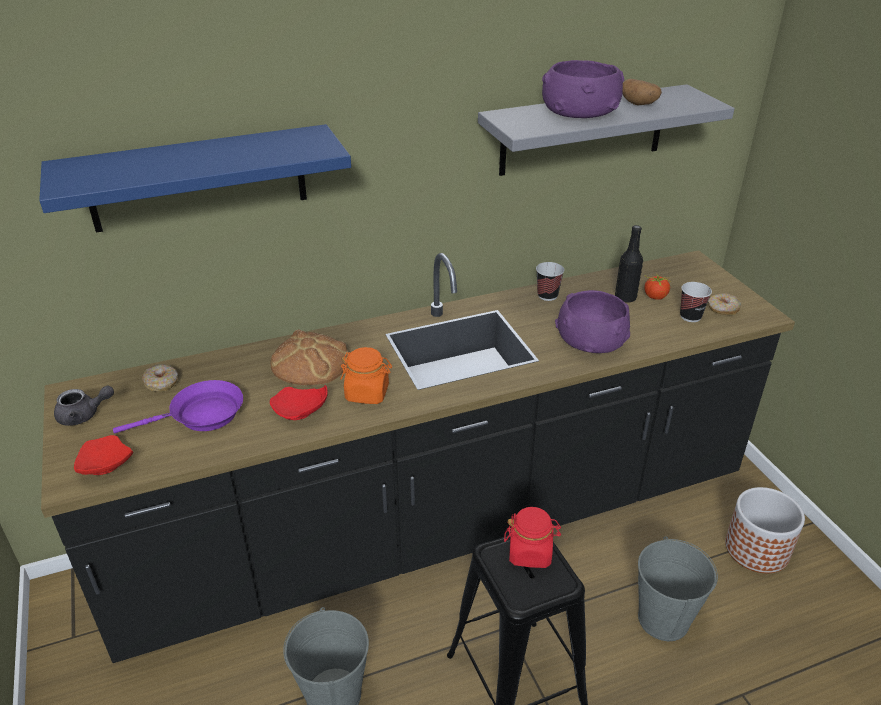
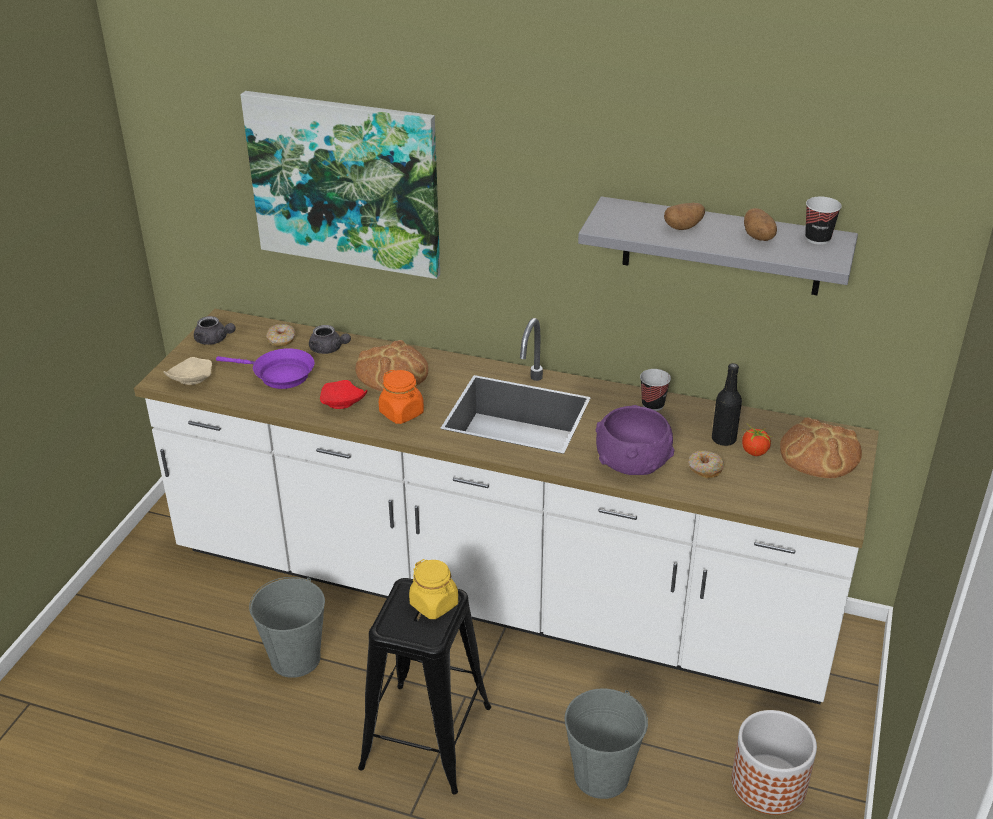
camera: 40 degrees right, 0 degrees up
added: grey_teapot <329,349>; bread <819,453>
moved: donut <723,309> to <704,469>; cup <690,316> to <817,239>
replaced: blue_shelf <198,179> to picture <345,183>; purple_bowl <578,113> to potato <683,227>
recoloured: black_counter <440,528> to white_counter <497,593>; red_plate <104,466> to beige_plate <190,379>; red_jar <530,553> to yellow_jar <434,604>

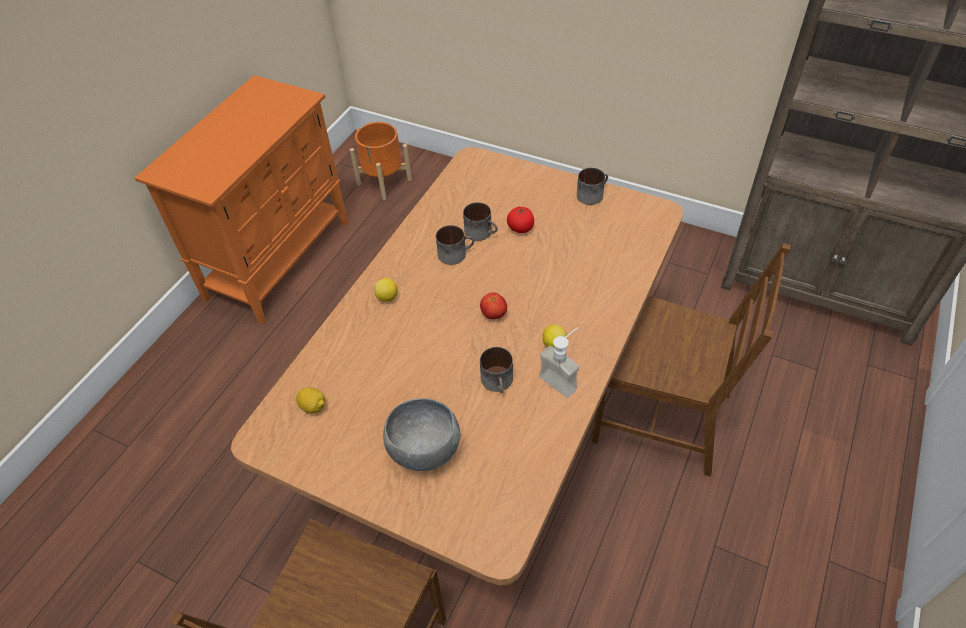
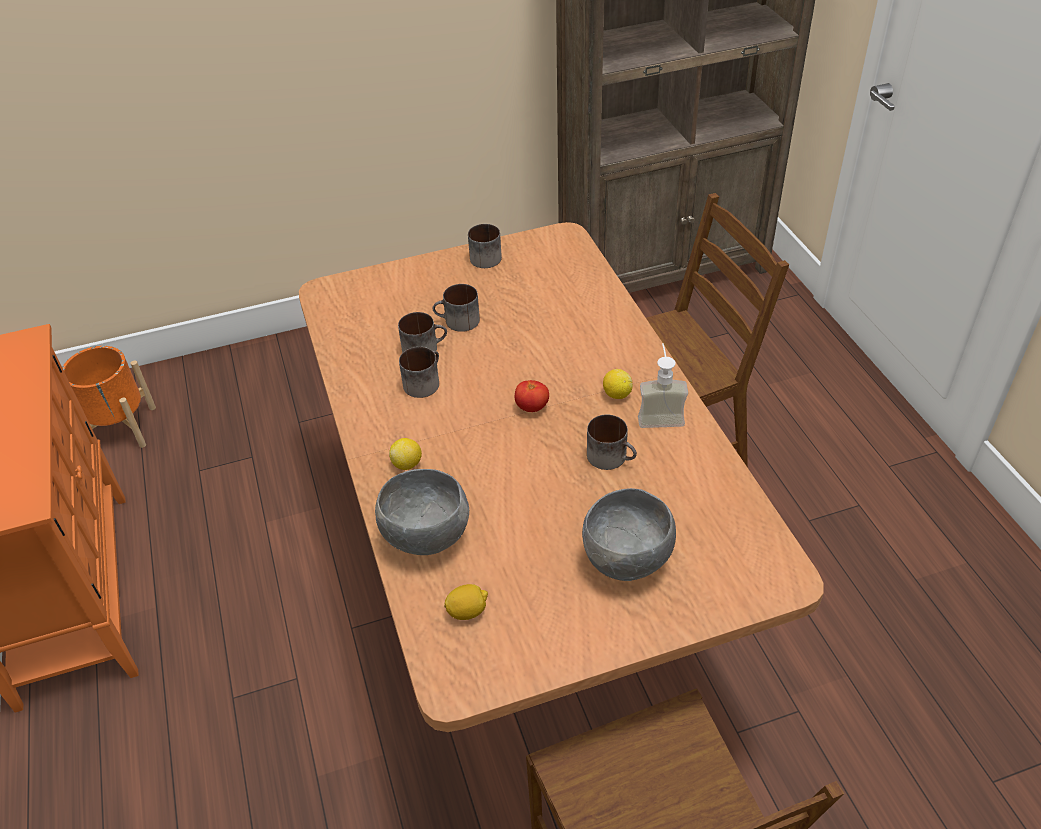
camera: 45 degrees left, 5 degrees down
added: grey_bowl <427,538>
replaced: tomato <520,228> to mug <457,322>

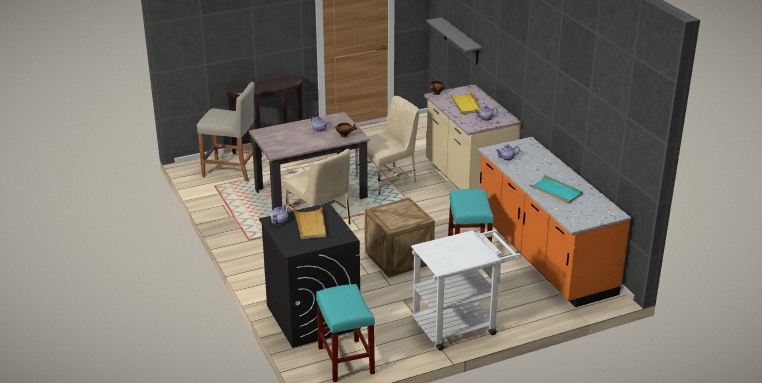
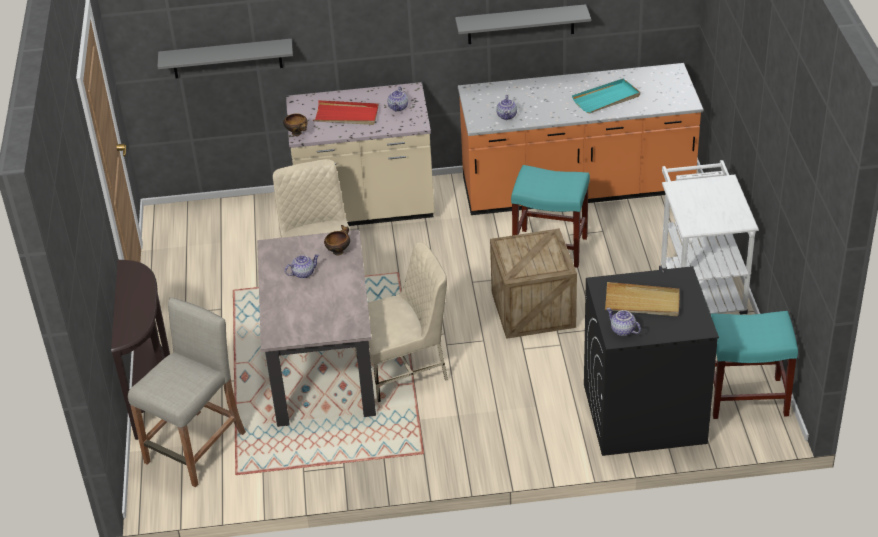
camera: 70 degrees left, 10 degrees up
added: grey_shelf <520,24>
recoloured: yellow_tray <465,104> to red_tray <346,115>

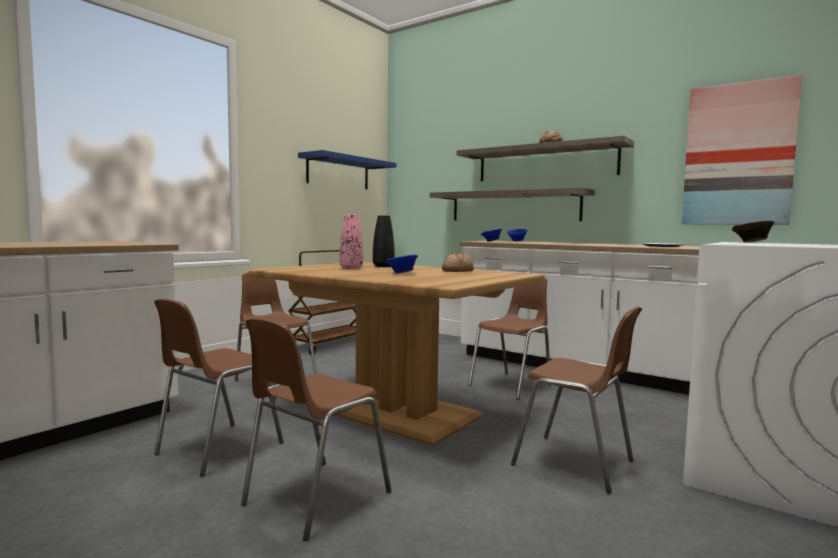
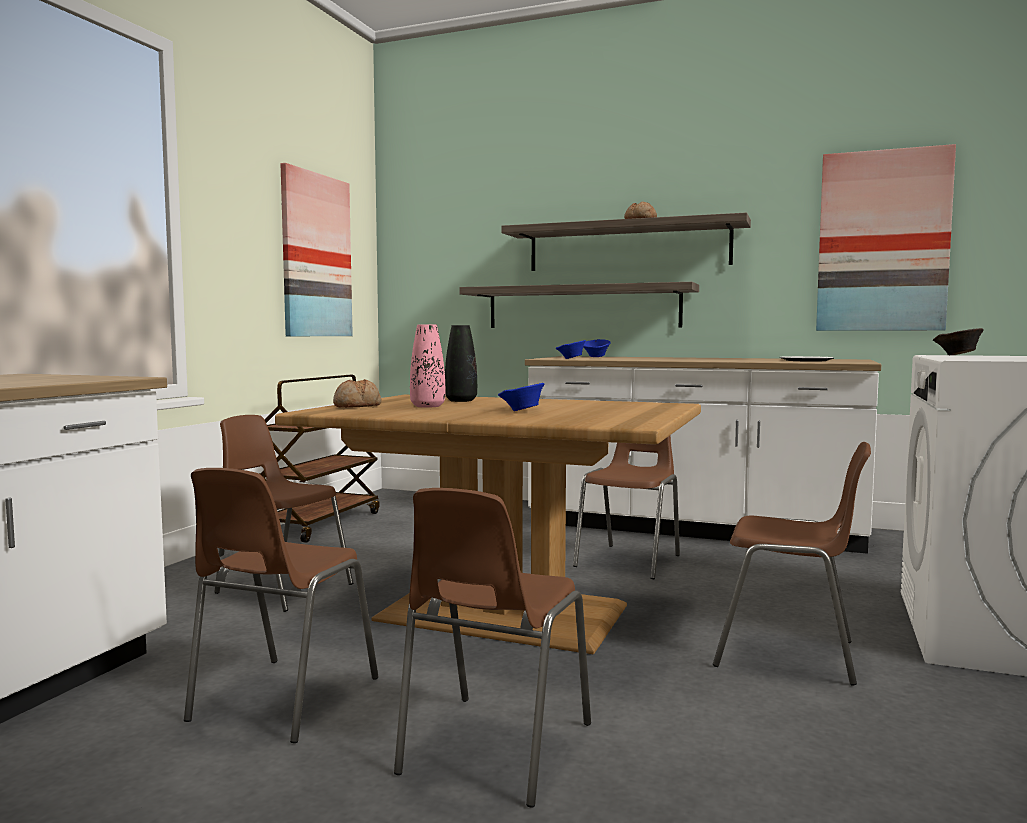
camera: 15 degrees left, 0 degrees up
moved: bread <457,271> to <357,406>
replaced: blue_shelf <338,172> to picture <316,256>

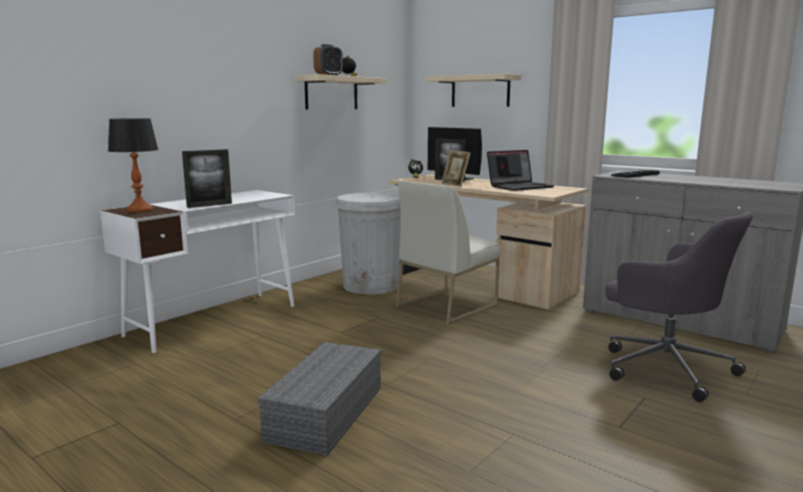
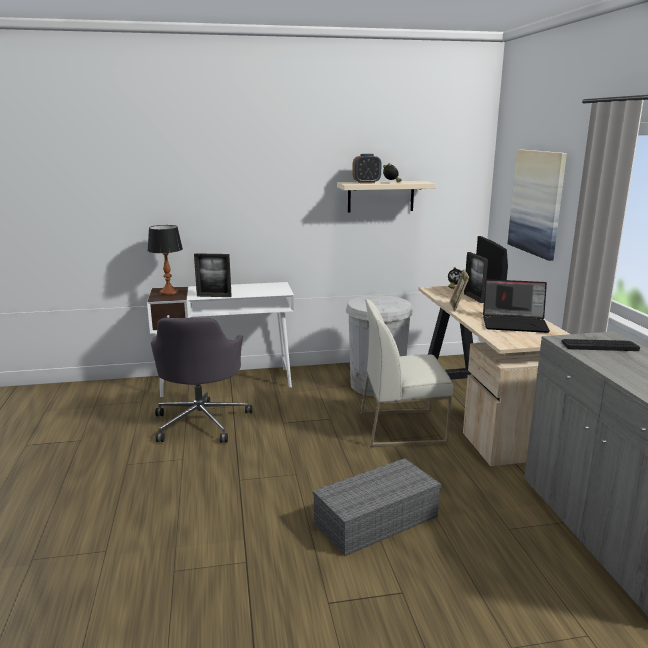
camera: 40 degrees right, 5 degrees up
moved: grey_office_chair <664,367> to <201,421>; grey_storage_box <326,411> to <377,518>
replaced: beige_shelf <480,91> to picture <537,202>

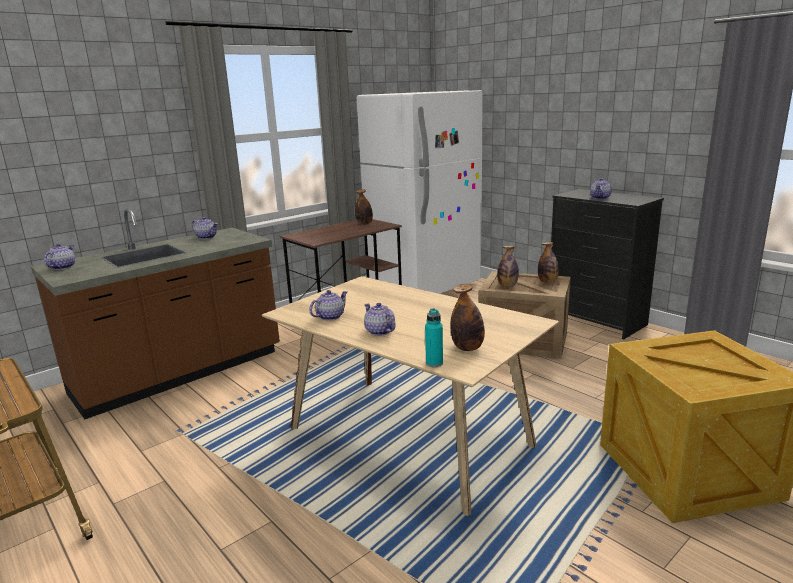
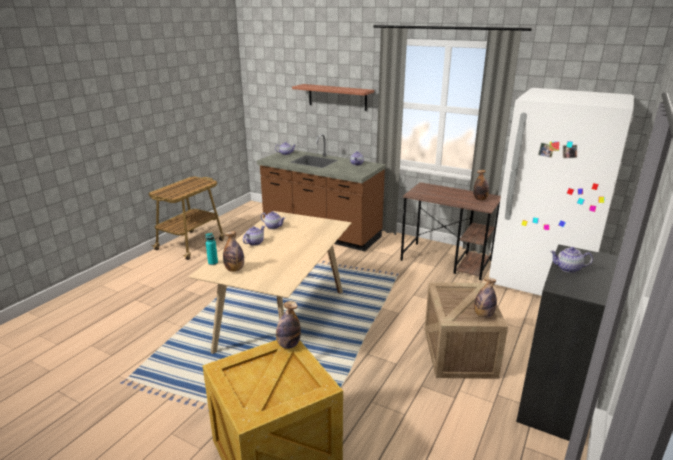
camera: 70 degrees right, 5 degrees up
added: shelf <337,97>
moved: bottle <507,286> to <288,345>

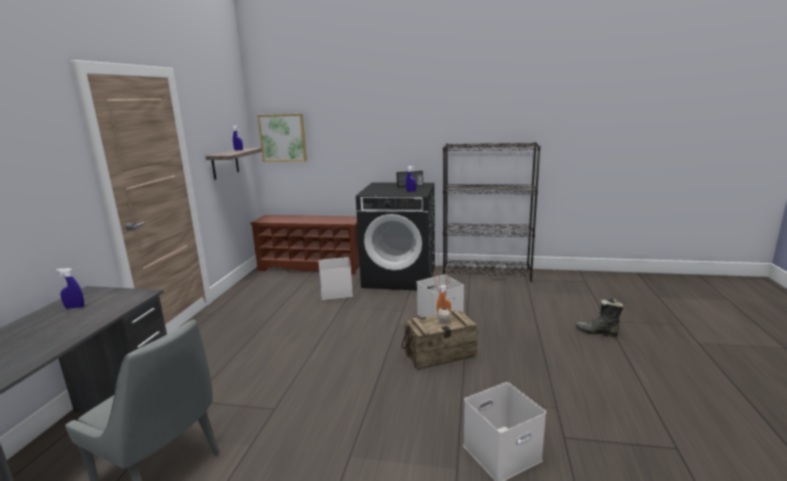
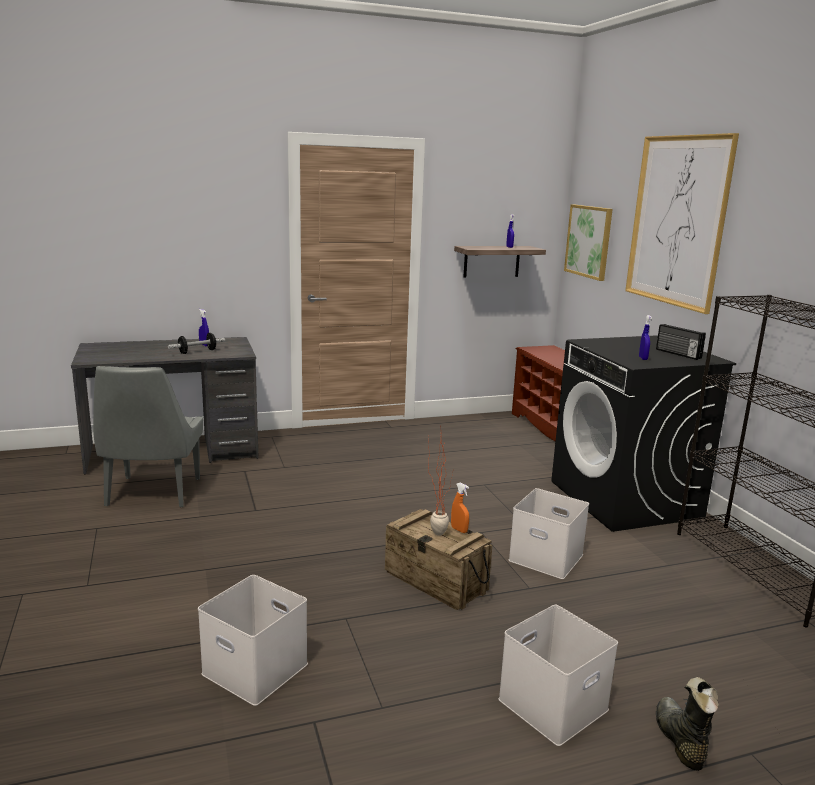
camera: 60 degrees right, 0 degrees up
added: dumbbell <197,351>; picture <677,221>
moved: white_storage_box <337,292> to <553,706>

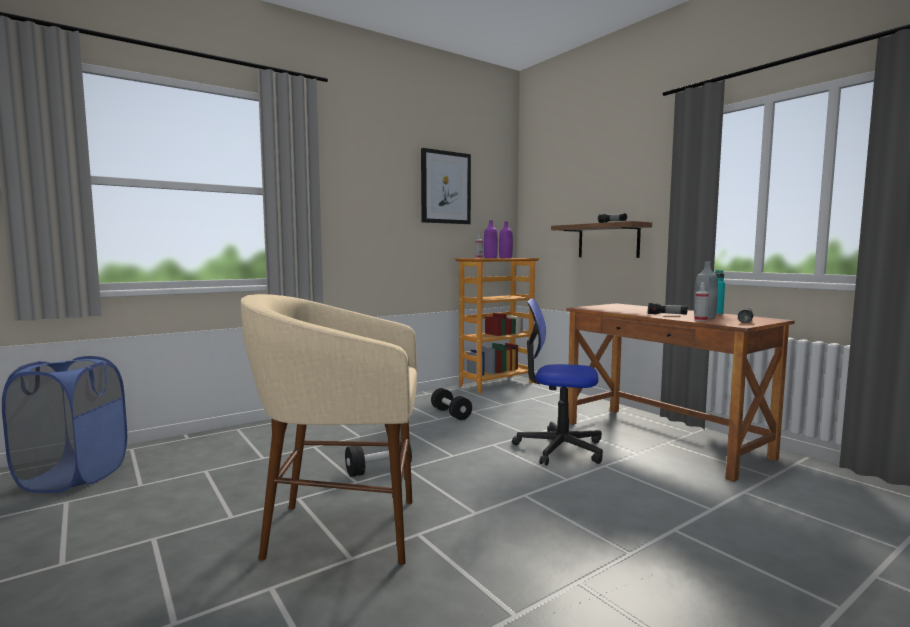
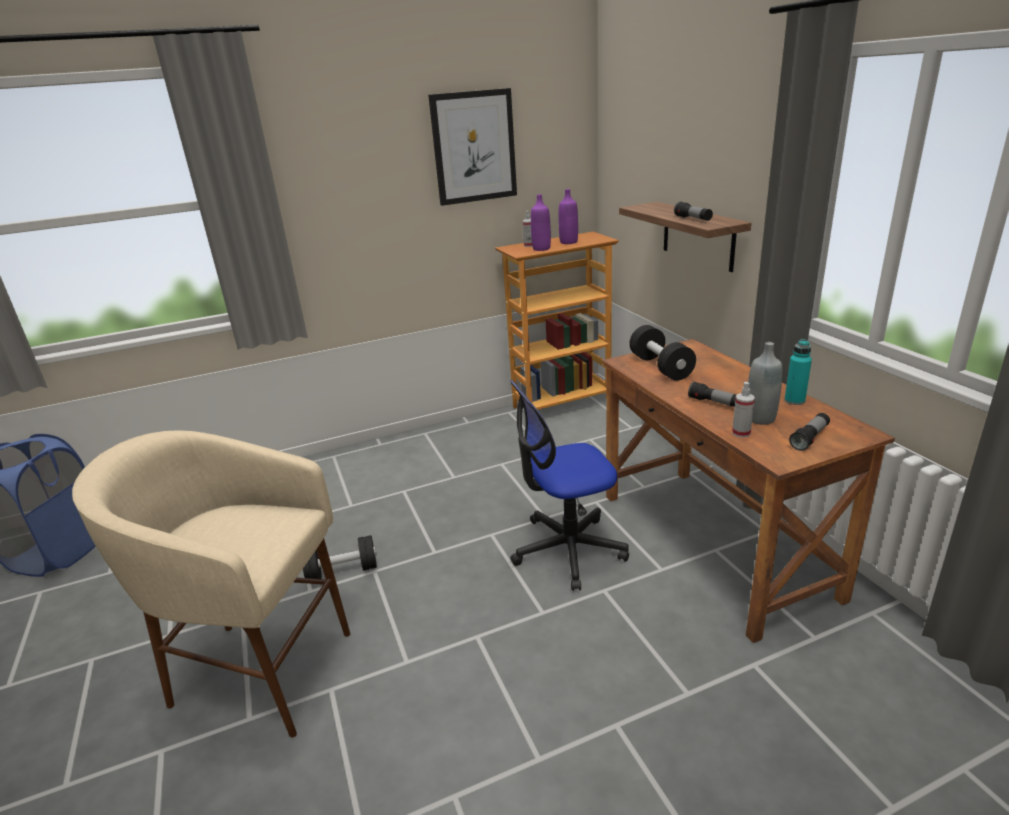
camera: 15 degrees right, 20 degrees up
moved: black_dumbbell <451,414> to <660,367>
turned: office_chair <559,448> = <568,549> 45 degrees counterclockwise

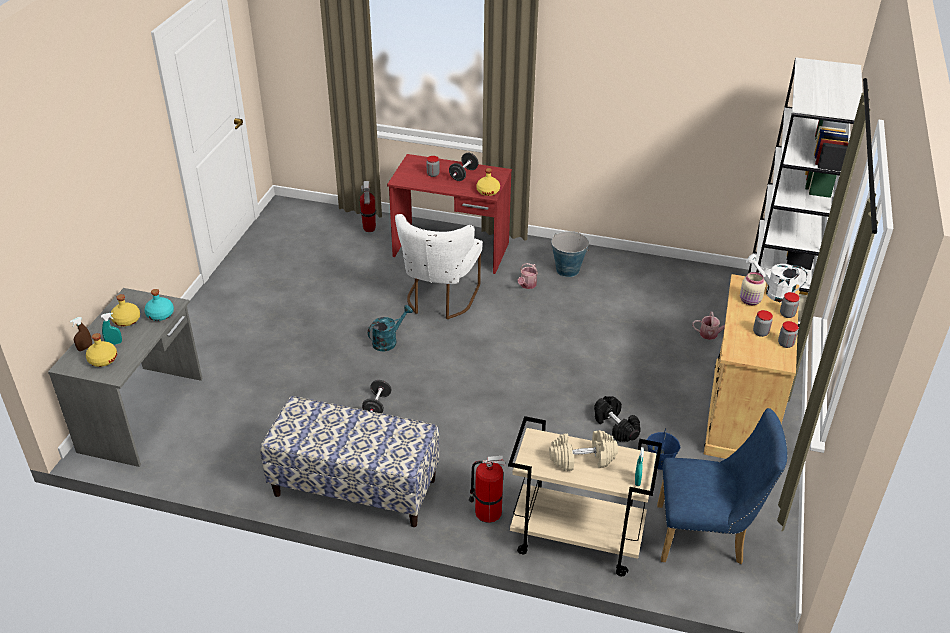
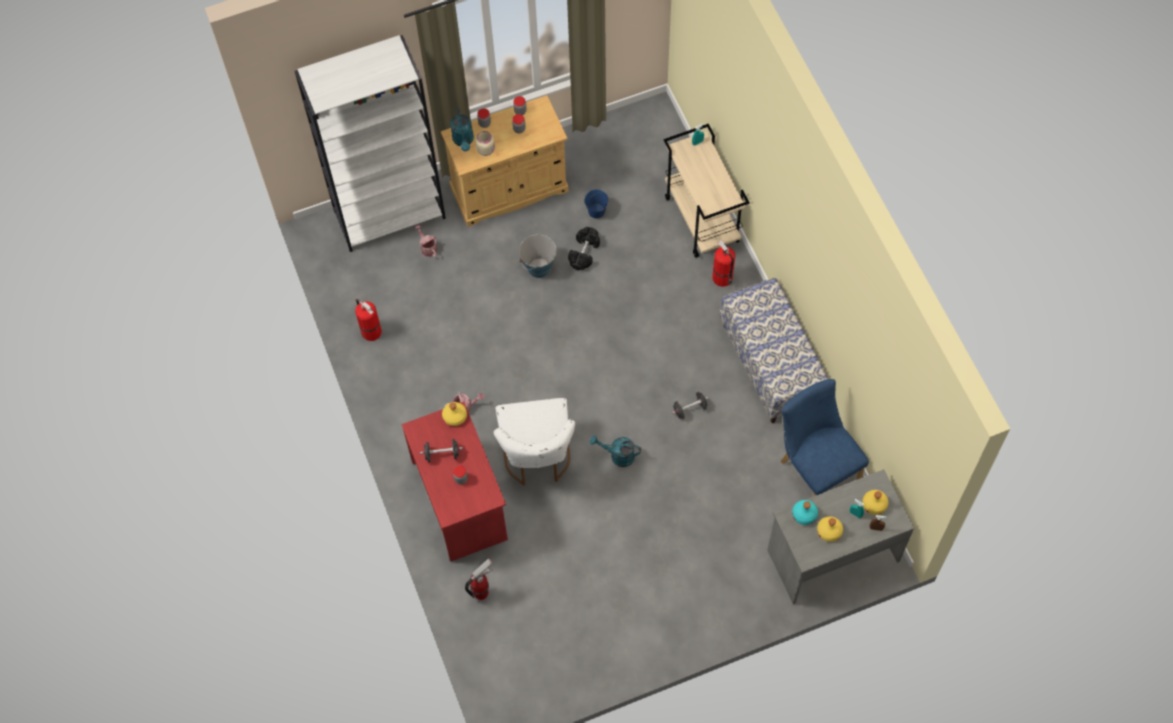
camera: 125 degrees left, 25 degrees up
removed: beige_dumbbell <582,459>
added: fire_extinguisher <370,331>
moved: bucket <567,270> to <539,268>; blue_chair <706,537> to <815,467>
recoloured: white_watering_can <774,292> to turquoise_watering_can <463,141>
turned: white_chair <439,300> = <537,457> 105 degrees clockwise

